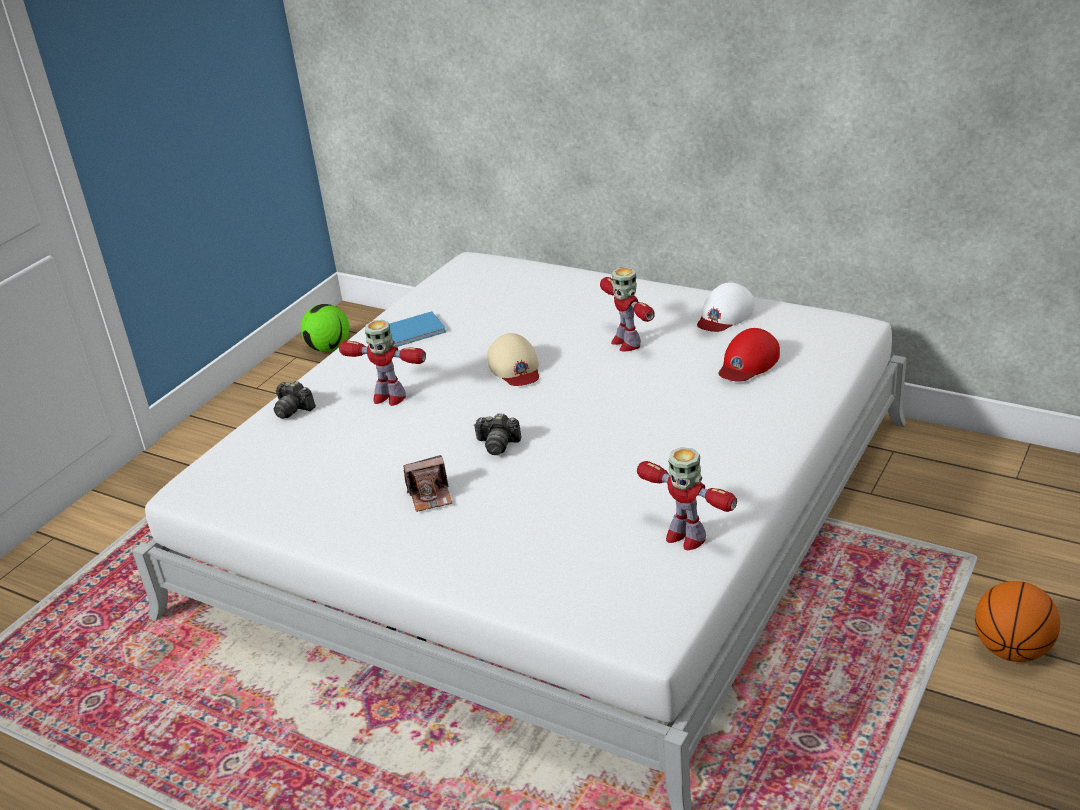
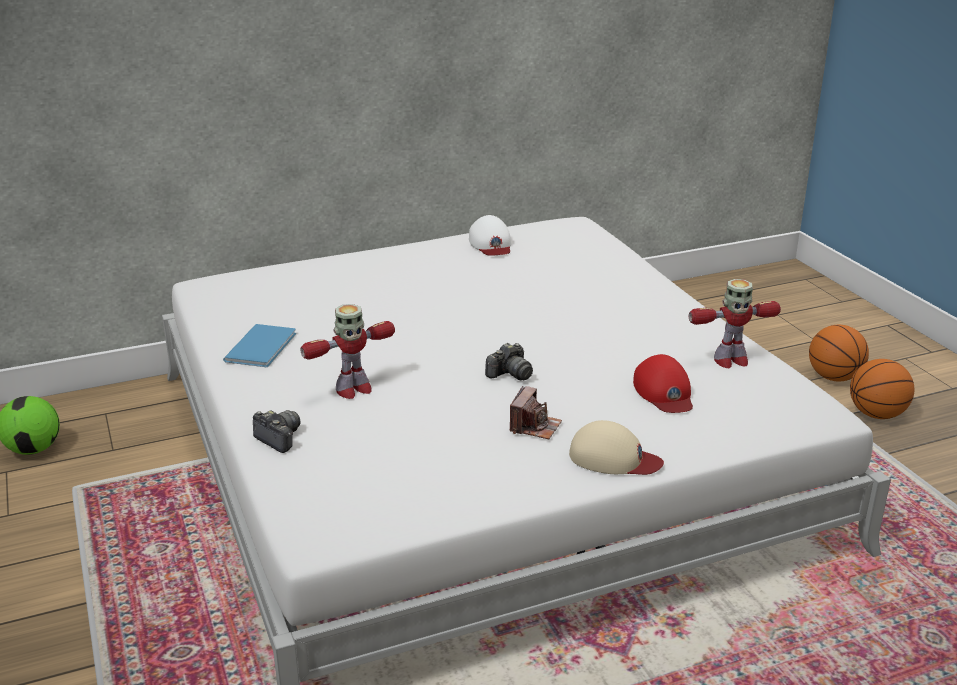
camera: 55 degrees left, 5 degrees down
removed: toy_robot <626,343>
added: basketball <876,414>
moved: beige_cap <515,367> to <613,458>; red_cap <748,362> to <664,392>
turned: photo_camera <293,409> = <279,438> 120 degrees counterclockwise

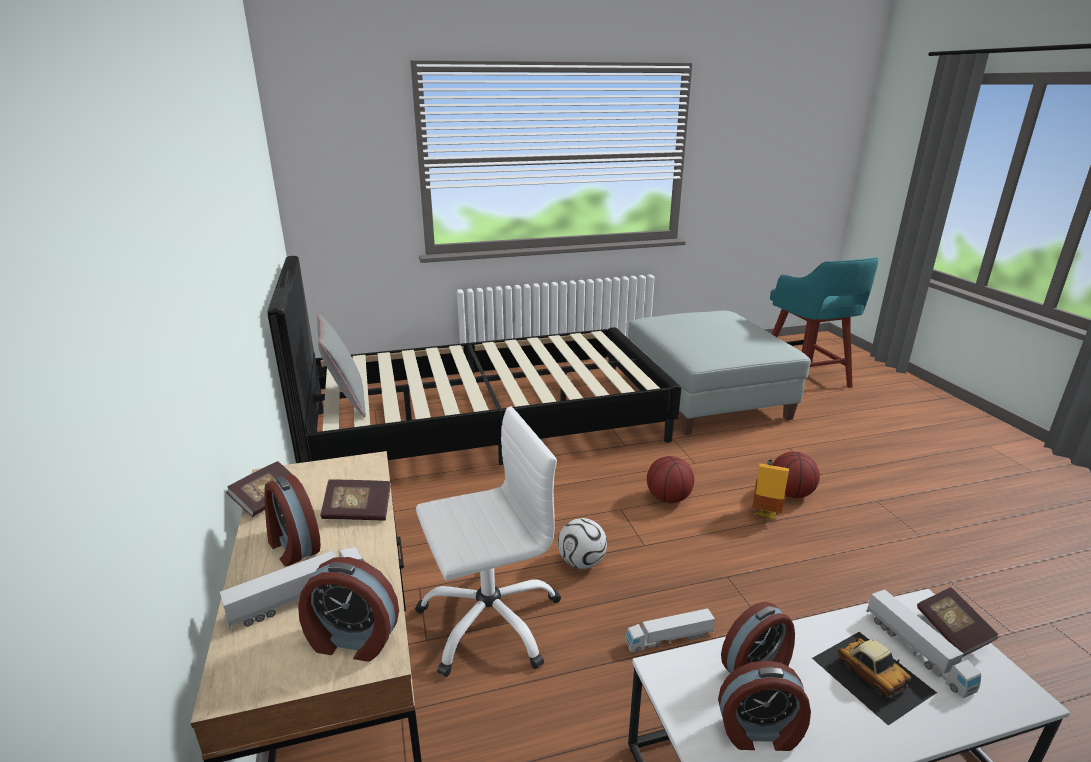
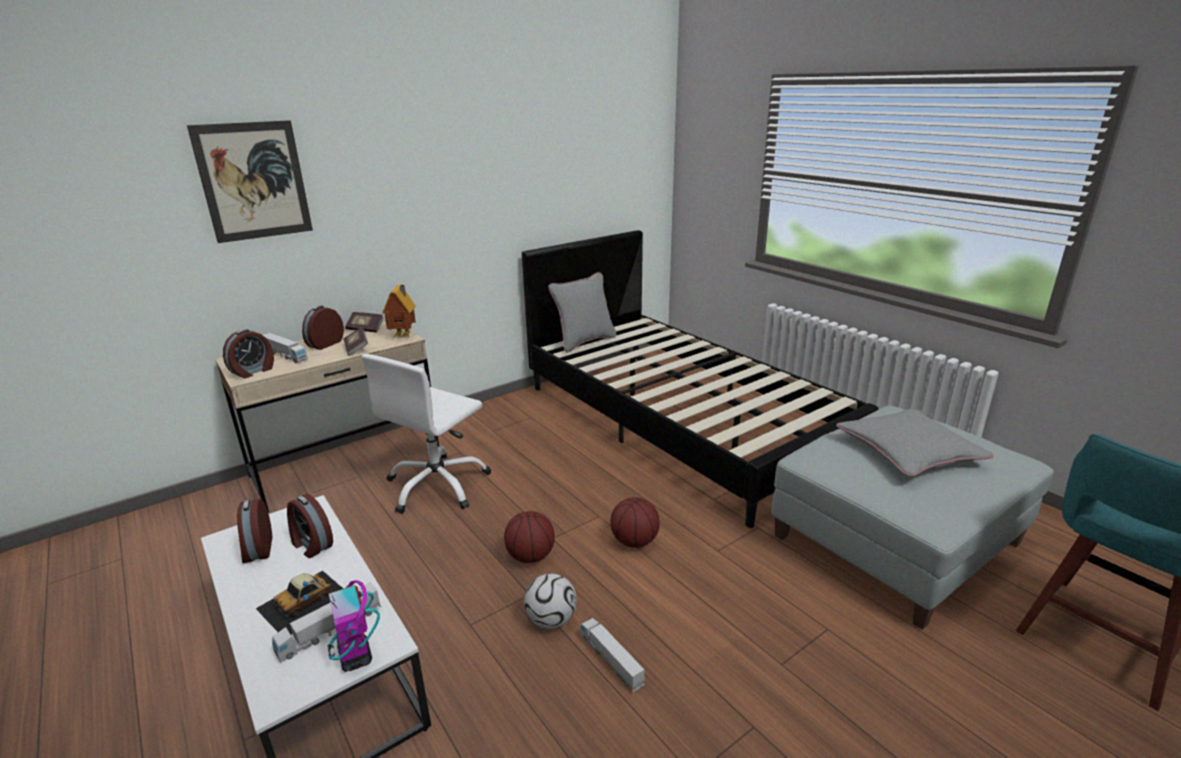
camera: 70 degrees right, 0 degrees up
added: picture <254,181>; grey_pillow <908,450>
moved: toy_house <765,514> to <404,336>; basketball <791,493> to <531,556>; football <581,562> to <551,620>; toy_truck <669,638> to <611,660>
replaced: book <952,631> to toy_robot <356,657>
turned: alarm_clock <352,641> = <253,371> 135 degrees counterclockwise; white_office_chair <489,620> = <438,485> 75 degrees clockwise

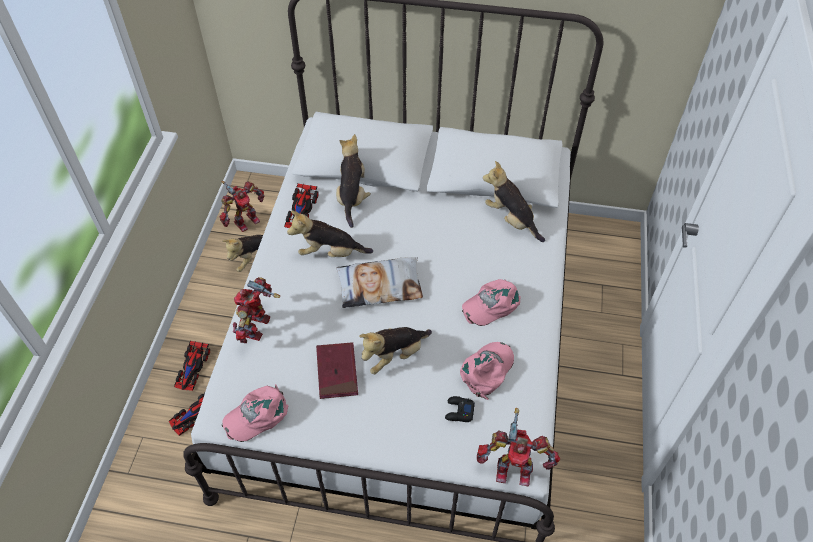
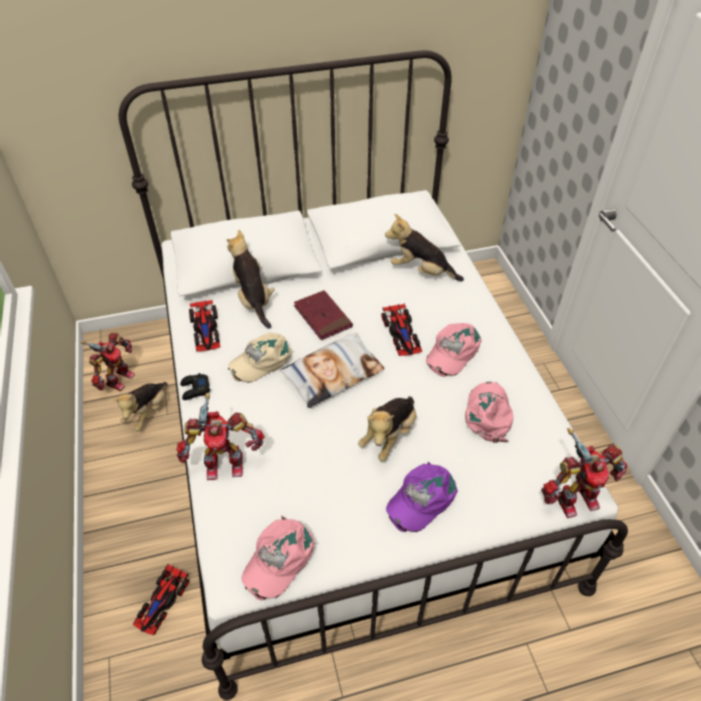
camera: 25 degrees left, 5 degrees down
added: purple_cap <421,499>
moved: black_game_controller <459,411> to <195,389>; red_book <337,372> to <322,317>; toy_car <192,368> to <401,333>
replaced: plush_toy <330,253> to beige_cap <261,360>
turned: toy_robot <258,327> = <224,463> 90 degrees counterclockwise

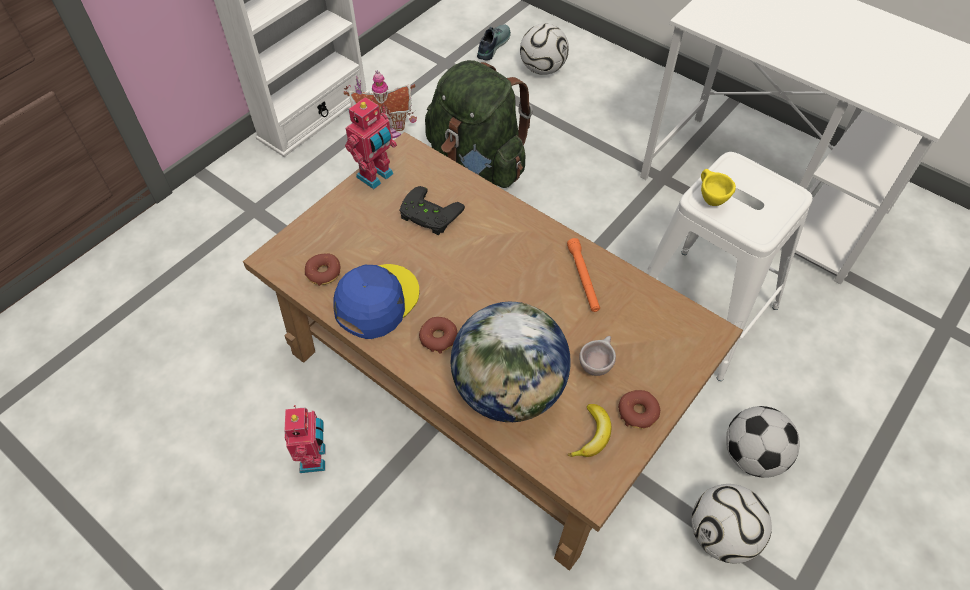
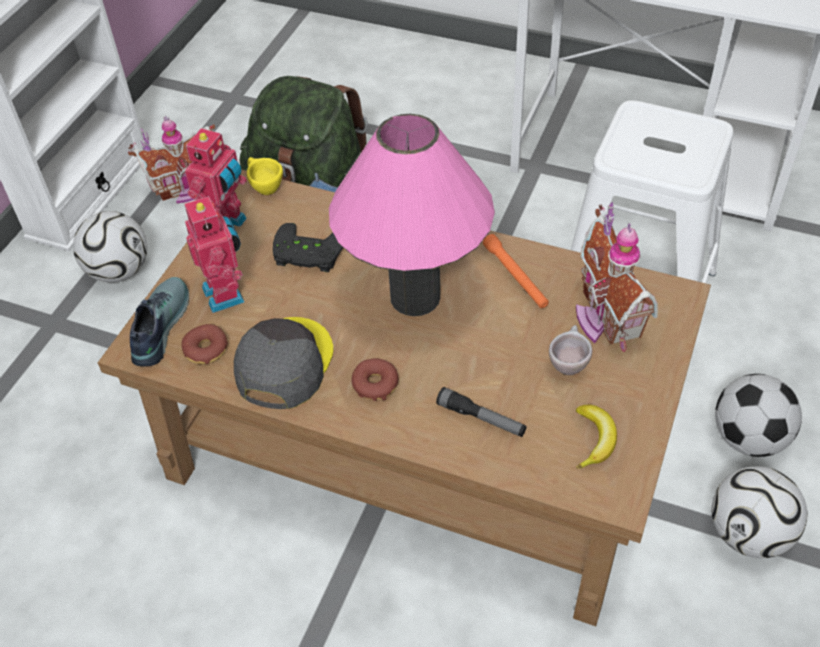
camera: 15 degrees left, 5 degrees down
removed: donut <638,412>
added: pink_table_lamp <415,297>; toy_house <604,318>
moved: football <542,69> to <119,270>; shoe <492,46> to <158,327>; toy_robot <315,458> to <226,294>; yellow_cup <709,198> to <264,188>
replaced: globe <509,390> to flashlight <481,418>
recoloured: blue_cap <376,301> to grey_cap <284,364>

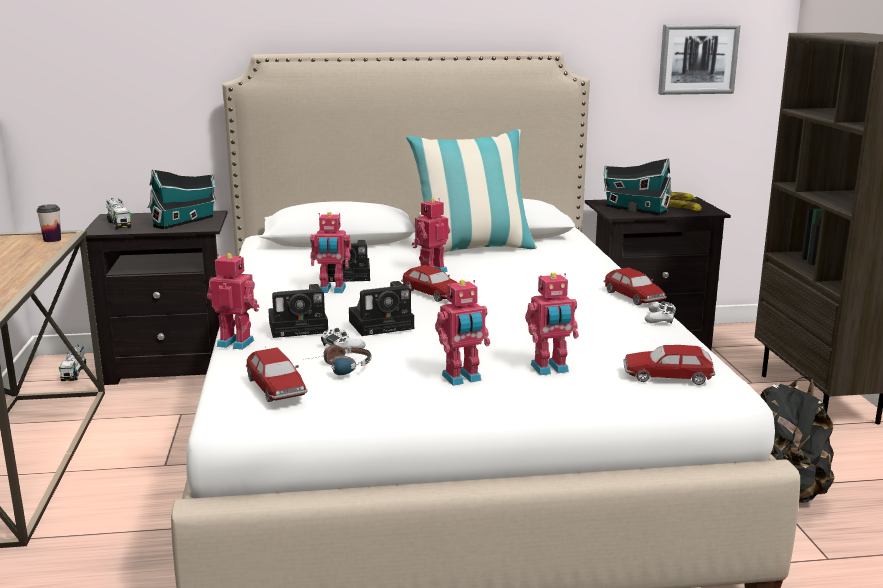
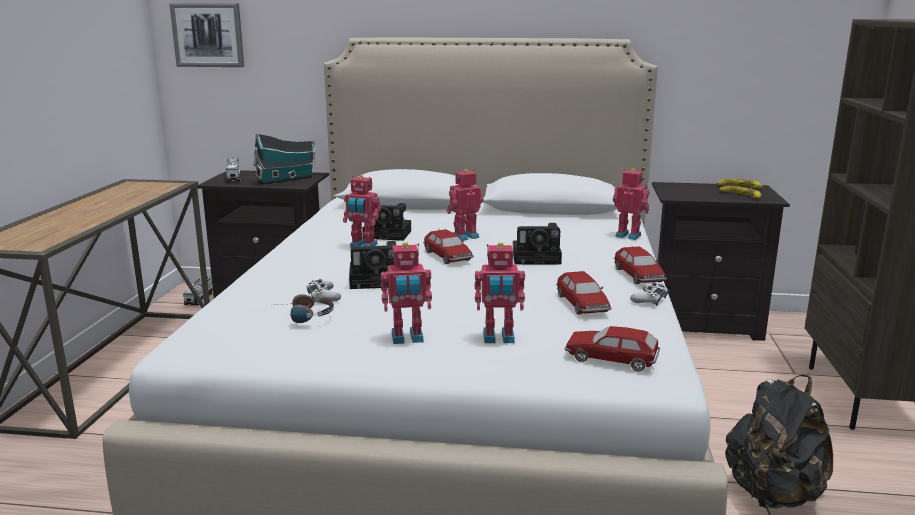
camera: 15 degrees right, 0 degrees up
removed: cup <52,240>; pillow <473,249>; toy_house <634,209>
moved: picture <697,59> to <208,35>; photo_camera <301,327> to <538,258>; toy_car <276,388> to <582,304>; toy_robot <236,342> to <628,235>

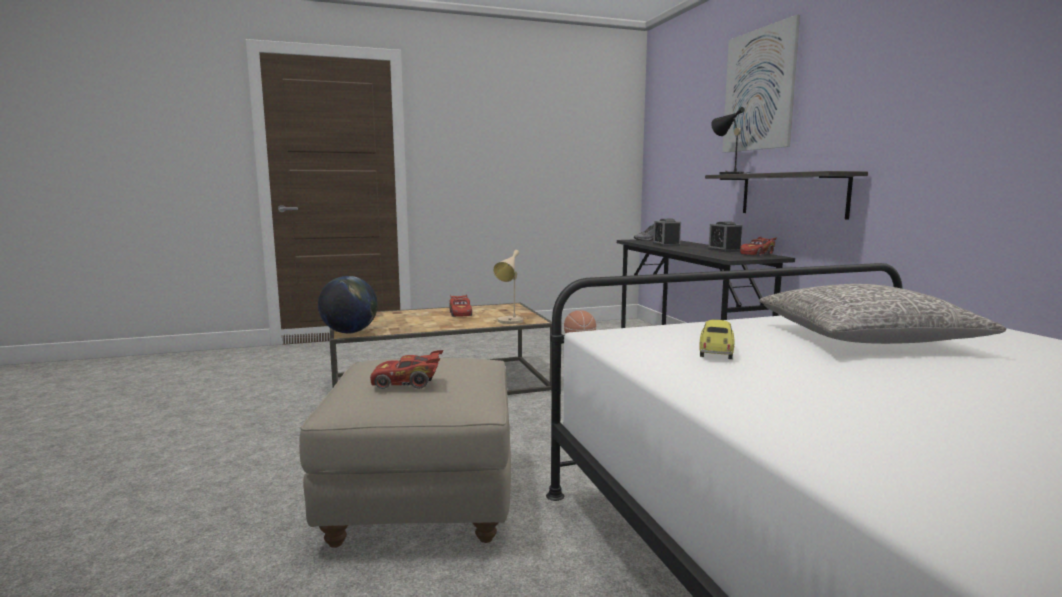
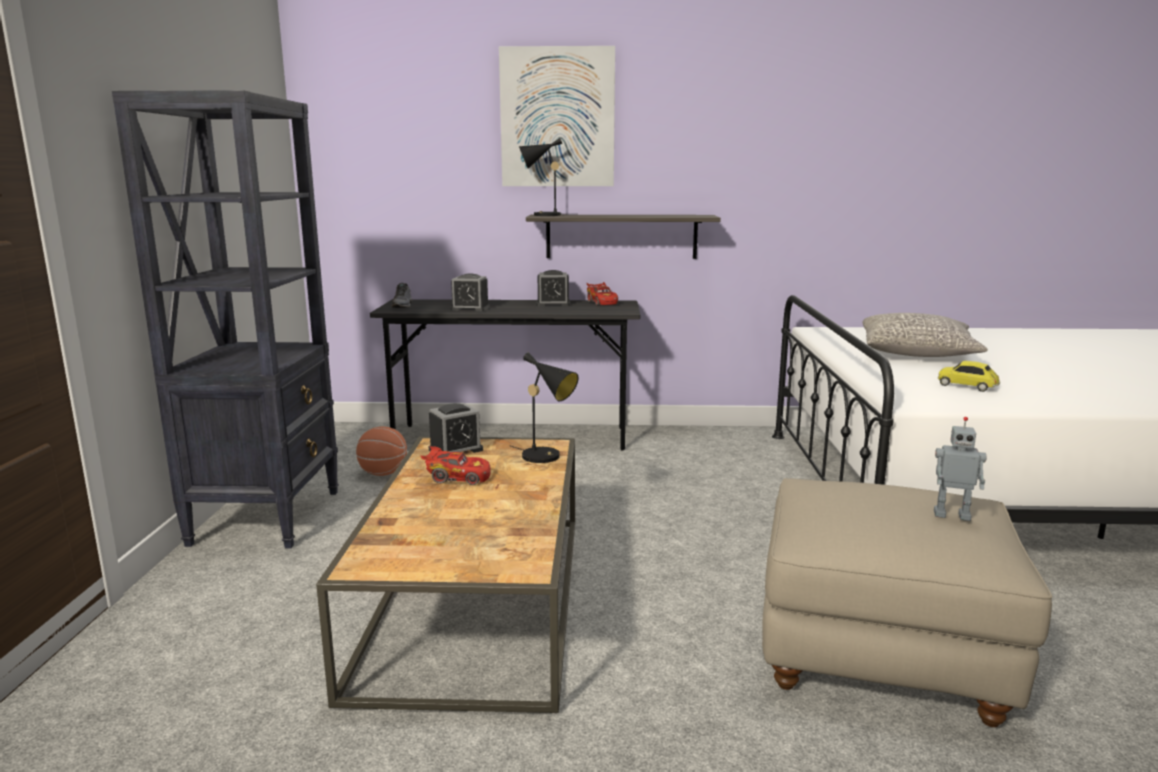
camera: 70 degrees left, 5 degrees up
removed: globe <349,332>
added: black_bookcase <268,516>; alarm_clock <456,450>
replaced: red_toy_car <407,383> to toy_robot <951,515>
recoloured: beige_table_lamp <509,322> to black_table_lamp <546,457>

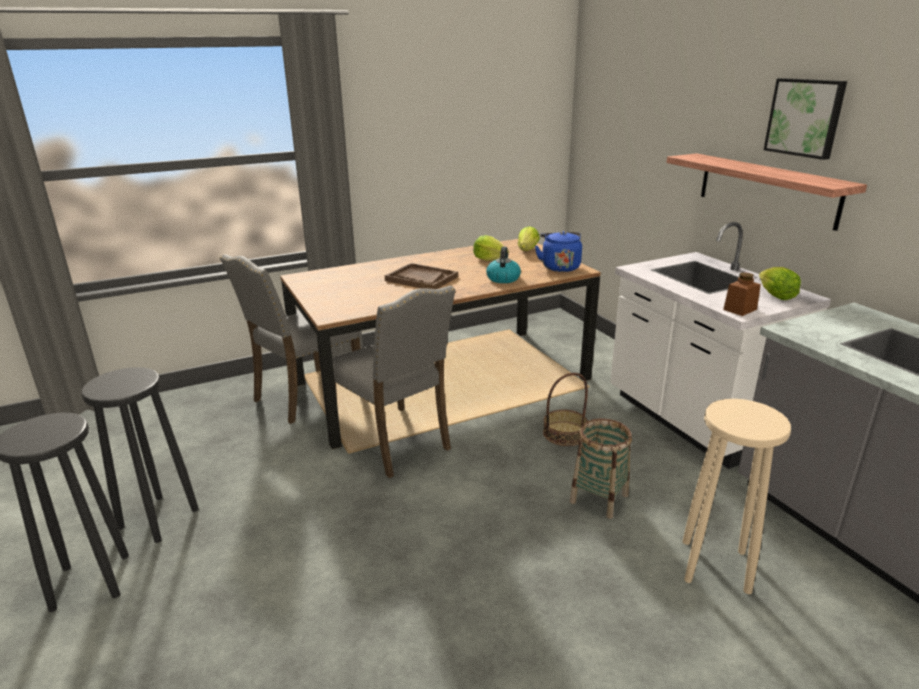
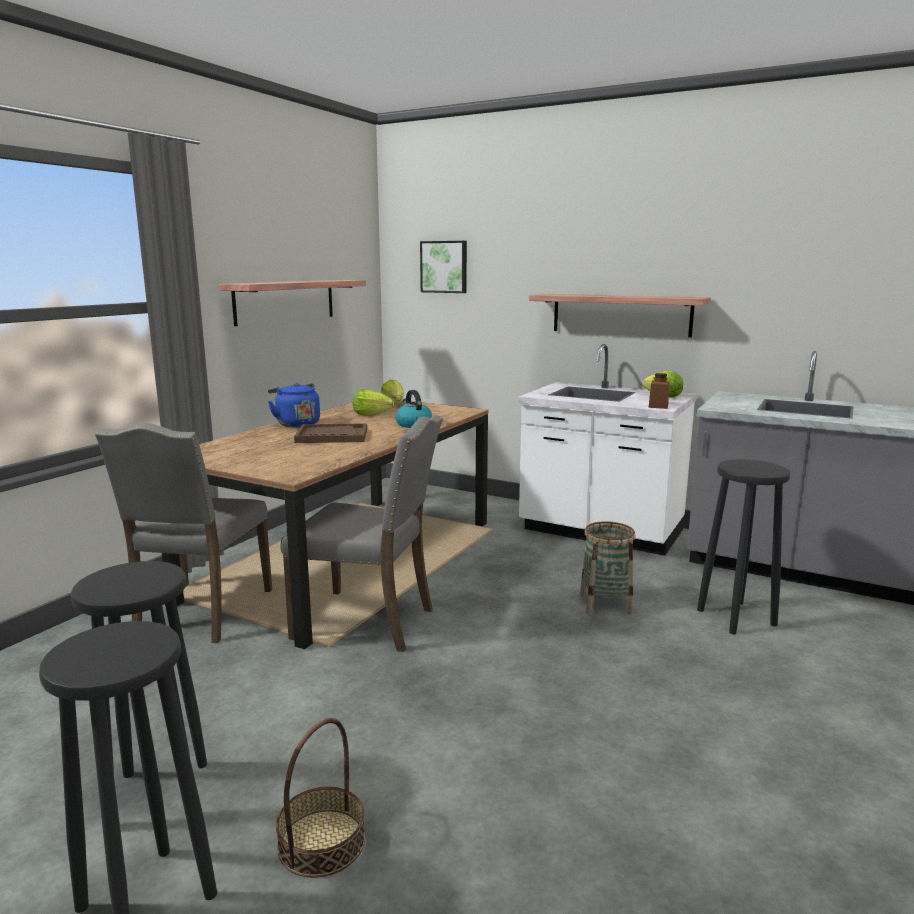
camera: 35 degrees left, 10 degrees down
added: shelf <285,301>
moved: blue_kettle <559,267> to <296,424>; basket <565,434> to <322,842>; picture <805,117> to <444,267>
recoloured: beige_stool <715,565> to black_stool <735,617>

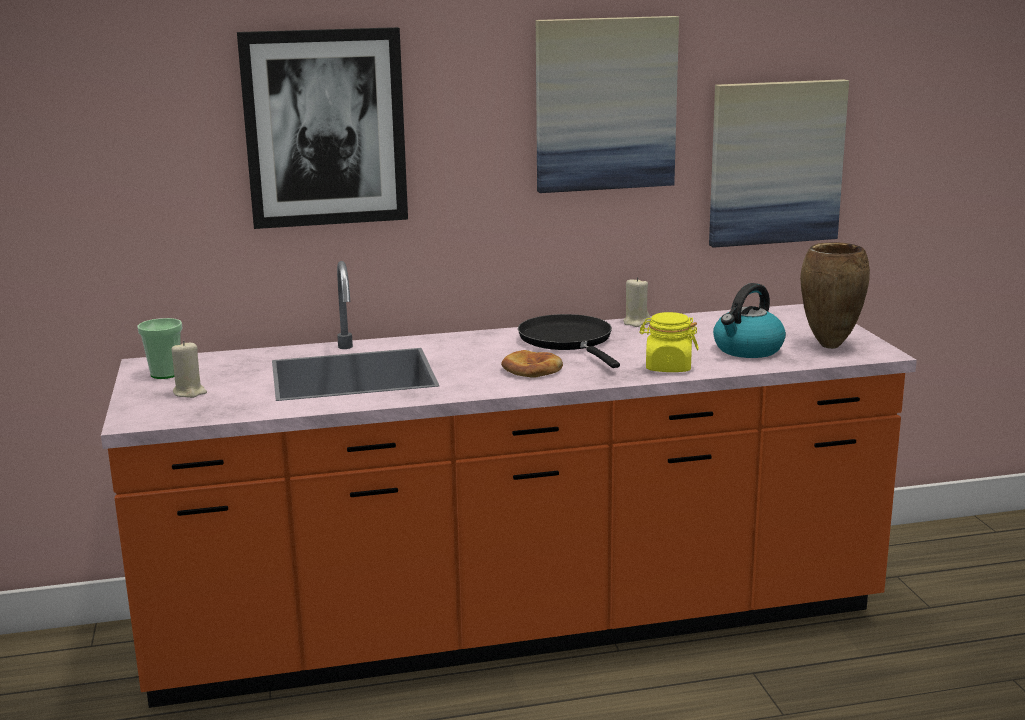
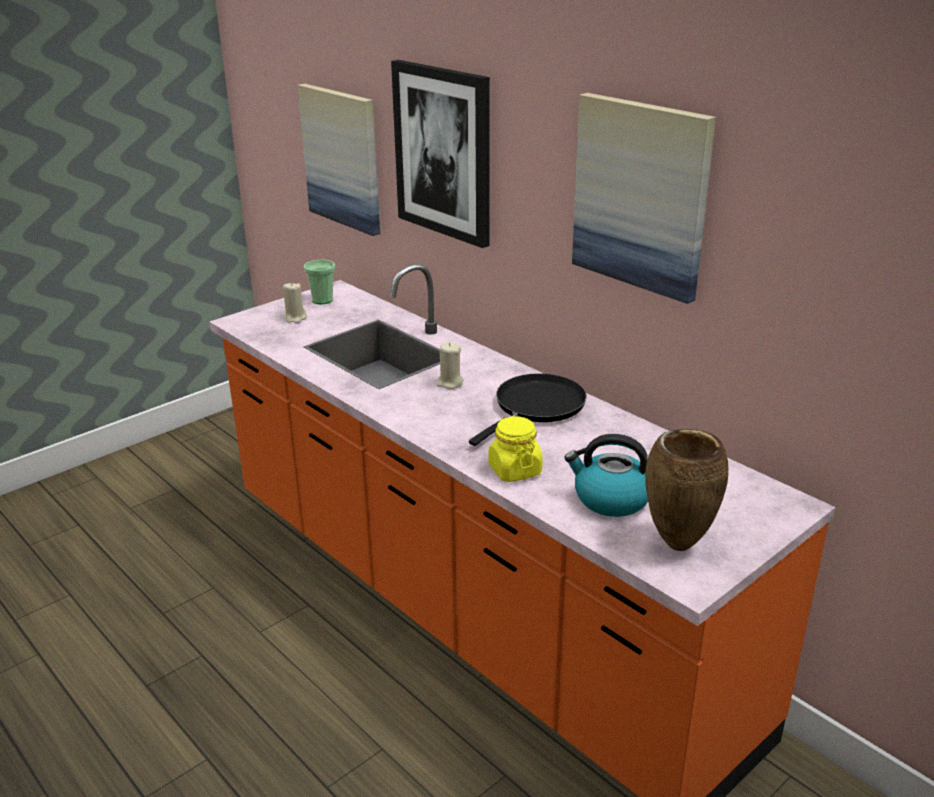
camera: 60 degrees right, 10 degrees up
removed: bread <532,369>
moved: picture <775,163> to <342,158>; beige_candle <636,322> to <450,383>

